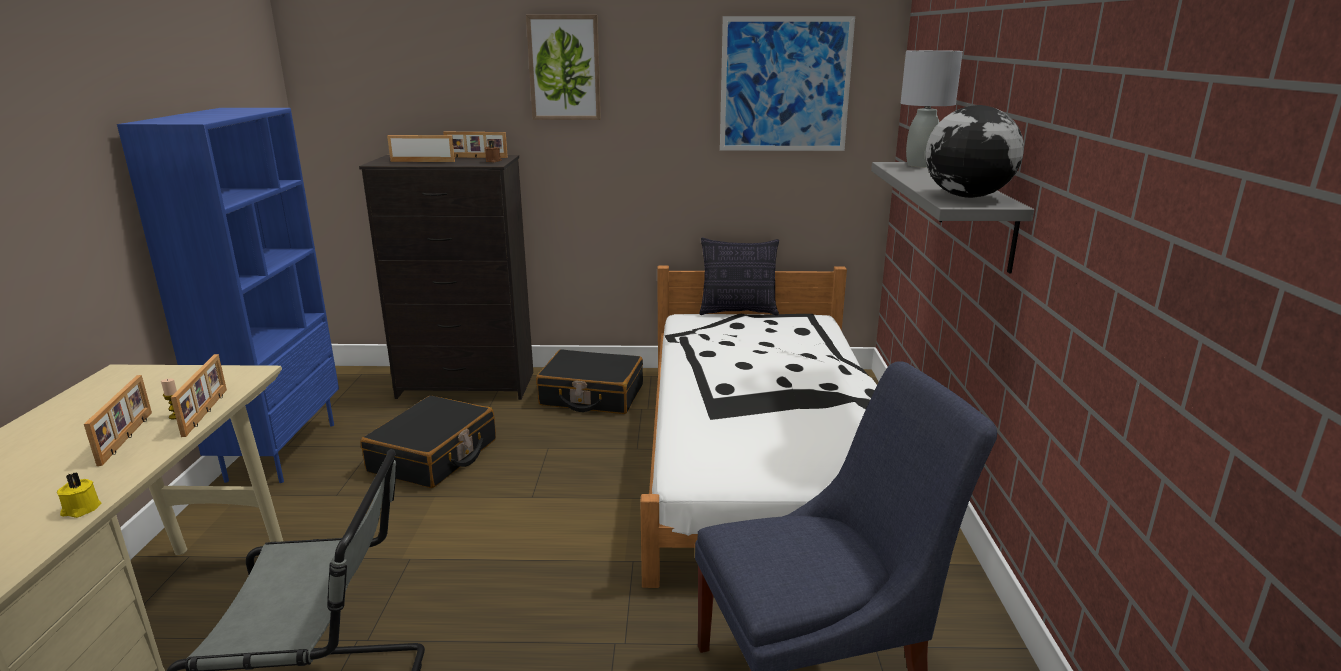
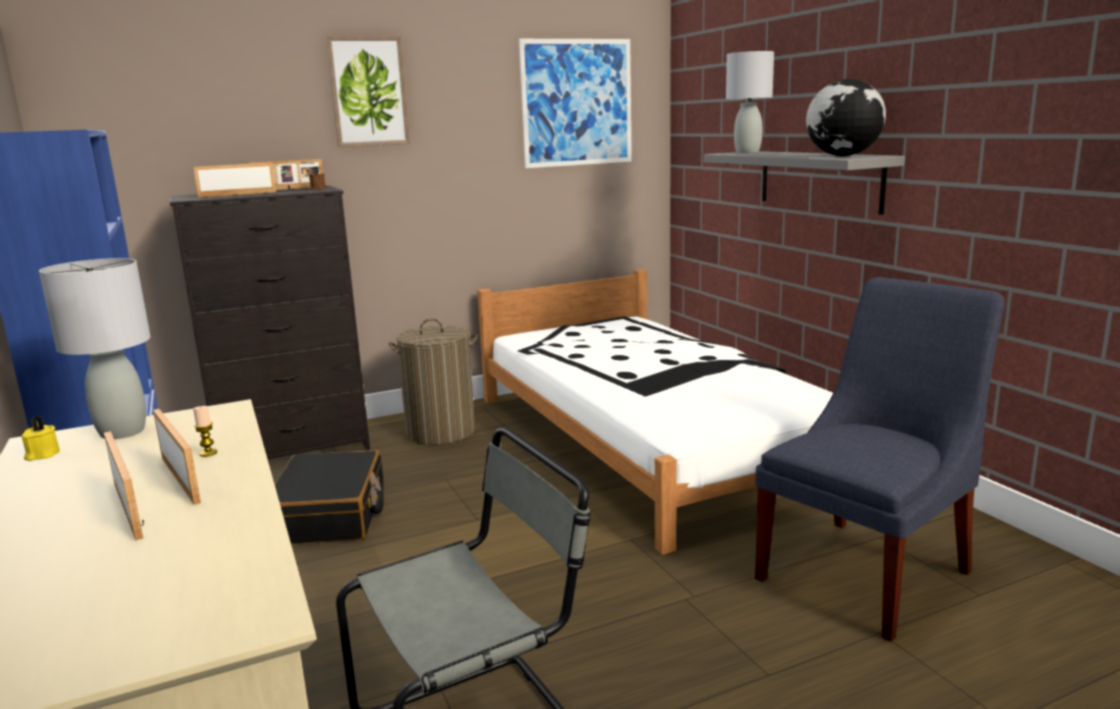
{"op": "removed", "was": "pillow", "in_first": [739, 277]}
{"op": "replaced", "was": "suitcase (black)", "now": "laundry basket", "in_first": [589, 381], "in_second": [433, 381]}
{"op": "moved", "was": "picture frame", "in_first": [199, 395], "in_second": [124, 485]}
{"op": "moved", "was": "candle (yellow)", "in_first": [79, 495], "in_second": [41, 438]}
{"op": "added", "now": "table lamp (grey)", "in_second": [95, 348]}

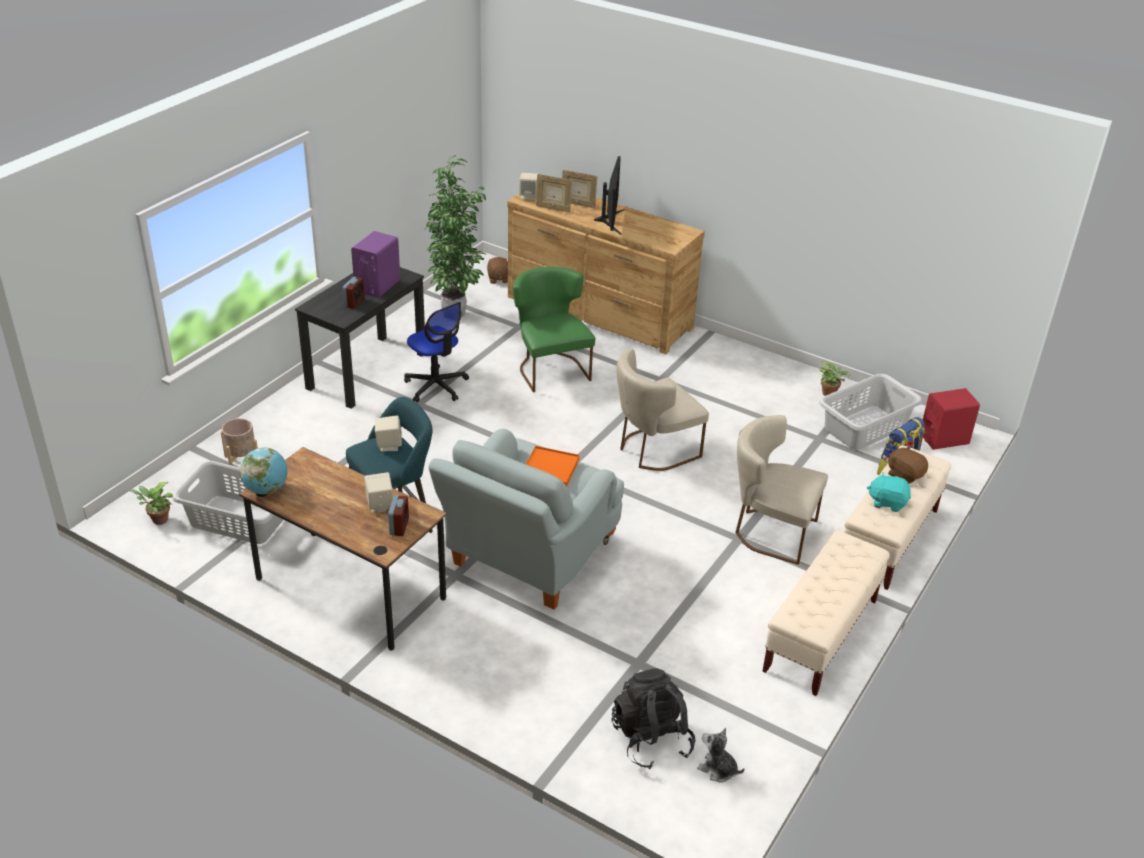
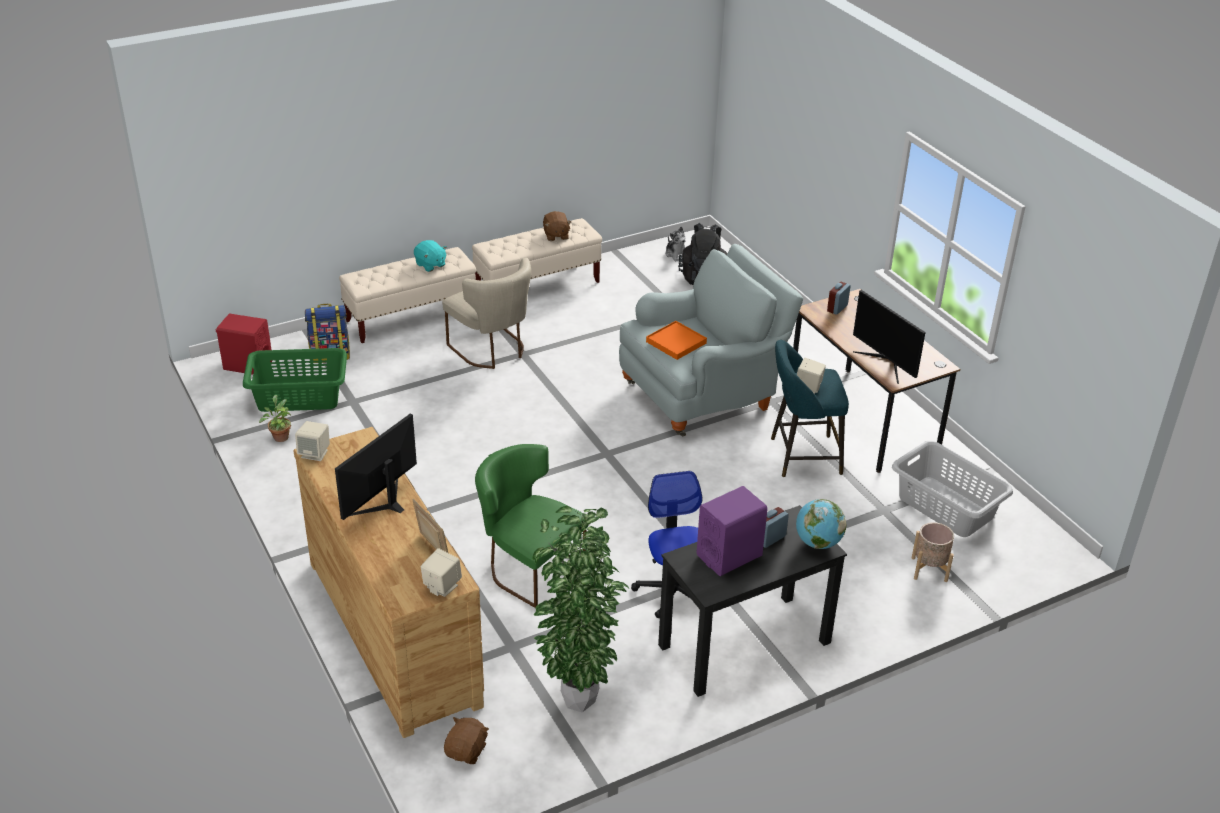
{"op": "removed", "was": "picture frame", "in_first": [579, 189]}
{"op": "turned", "was": "chair (green)", "in_first": [554, 329], "in_second": [531, 526], "clockwise": 120}
{"op": "removed", "was": "chair (beige)", "in_first": [662, 409]}
{"op": "recoloured", "was": "laundry basket (grey)", "now": "laundry basket (green)", "in_first": [870, 412], "in_second": [295, 380]}
{"op": "moved", "was": "plush toy (brown)", "in_first": [908, 465], "in_second": [557, 226]}
{"op": "moved", "was": "globe", "in_first": [263, 471], "in_second": [821, 524]}
{"op": "moved", "was": "speaker (beige)", "in_first": [378, 492], "in_second": [312, 441]}
{"op": "removed", "was": "potted plant", "in_first": [151, 503]}
{"op": "added", "now": "monitor", "in_second": [889, 337]}

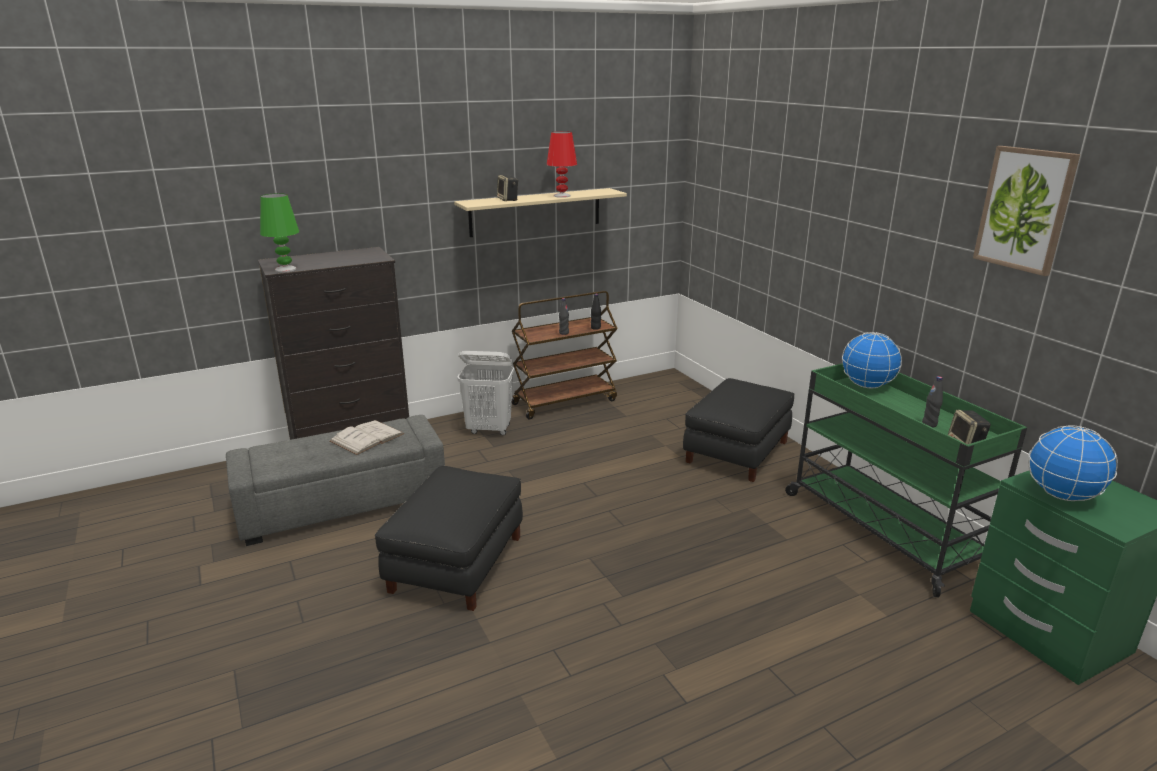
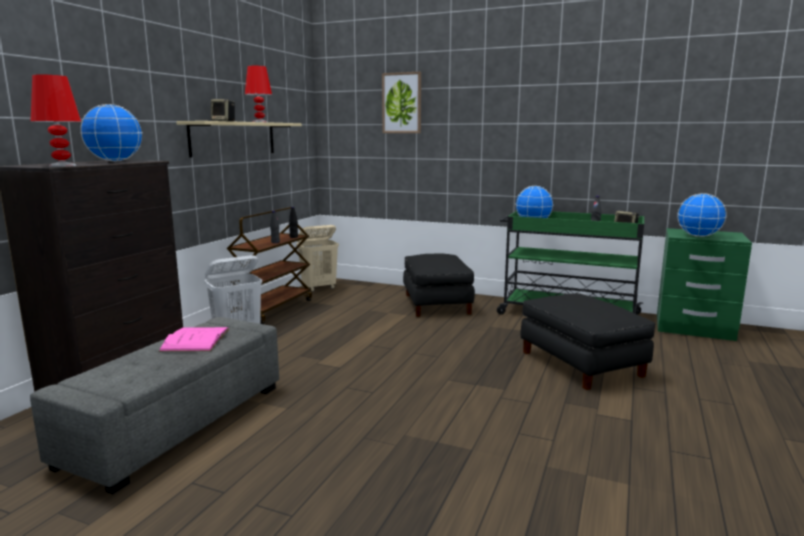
{"op": "moved", "was": "picture", "in_first": [1026, 211], "in_second": [401, 102]}
{"op": "recoloured", "was": "table lamp (green)", "now": "table lamp (red)", "in_first": [279, 232], "in_second": [56, 121]}
{"op": "recoloured", "was": "book (white)", "now": "book (pink)", "in_first": [367, 437], "in_second": [194, 339]}
{"op": "moved", "was": "ottoman (black)", "in_first": [449, 538], "in_second": [588, 341]}
{"op": "added", "now": "globe", "in_second": [111, 132]}
{"op": "added", "now": "laundry basket (beige)", "in_second": [317, 258]}

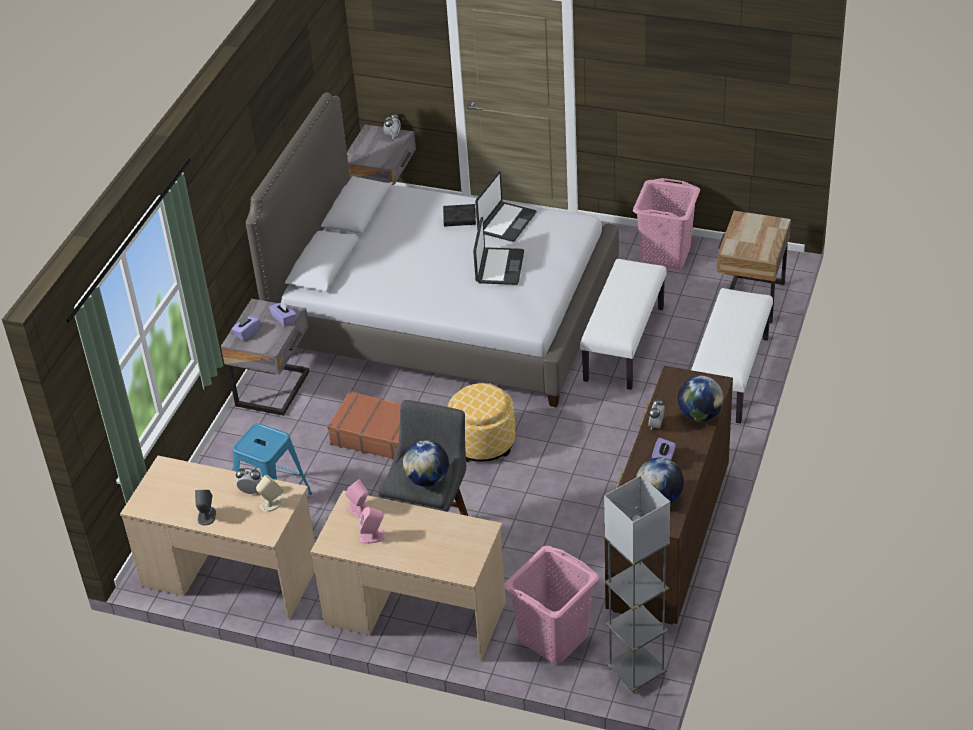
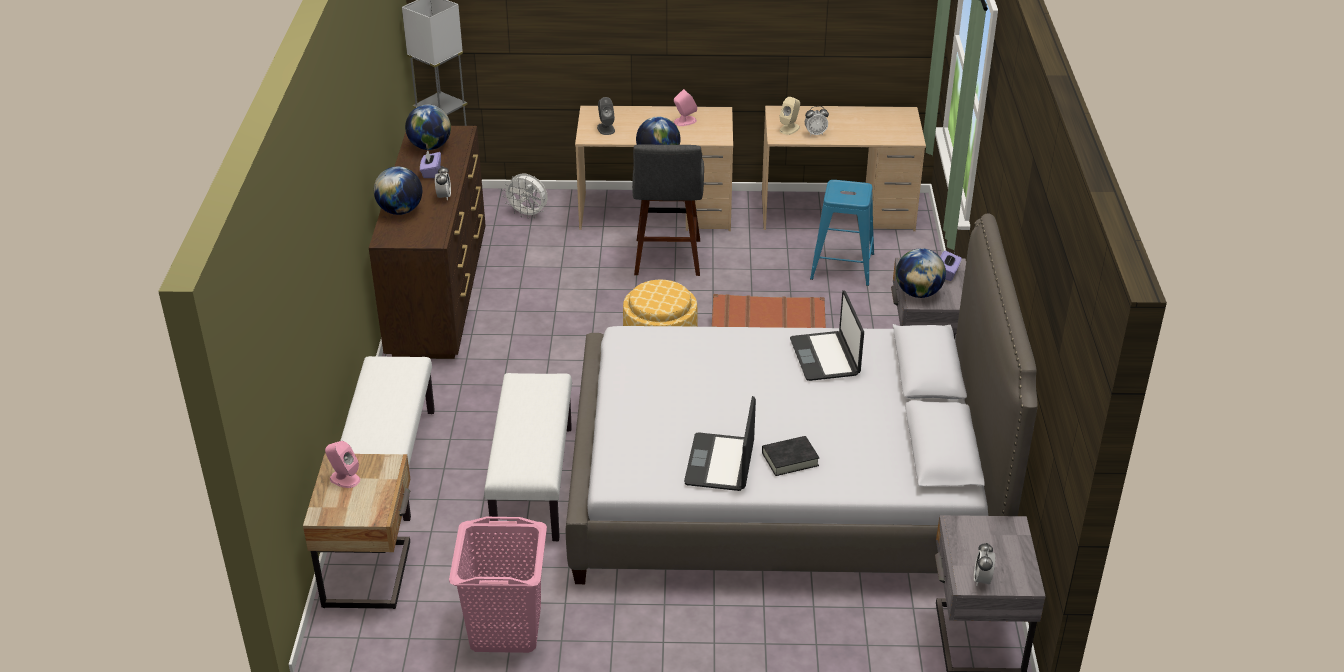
{"op": "moved", "was": "laptop", "in_first": [498, 251], "in_second": [827, 335]}
{"op": "replaced", "was": "tissue box (purple)", "now": "globe", "in_first": [283, 313], "in_second": [921, 273]}
{"op": "moved", "was": "speaker (pink)", "in_first": [358, 498], "in_second": [342, 464]}
{"op": "moved", "was": "speaker (grey)", "in_first": [205, 507], "in_second": [606, 116]}
{"op": "replaced", "was": "laundry basket (pink)", "now": "fan (white)", "in_first": [551, 605], "in_second": [525, 196]}

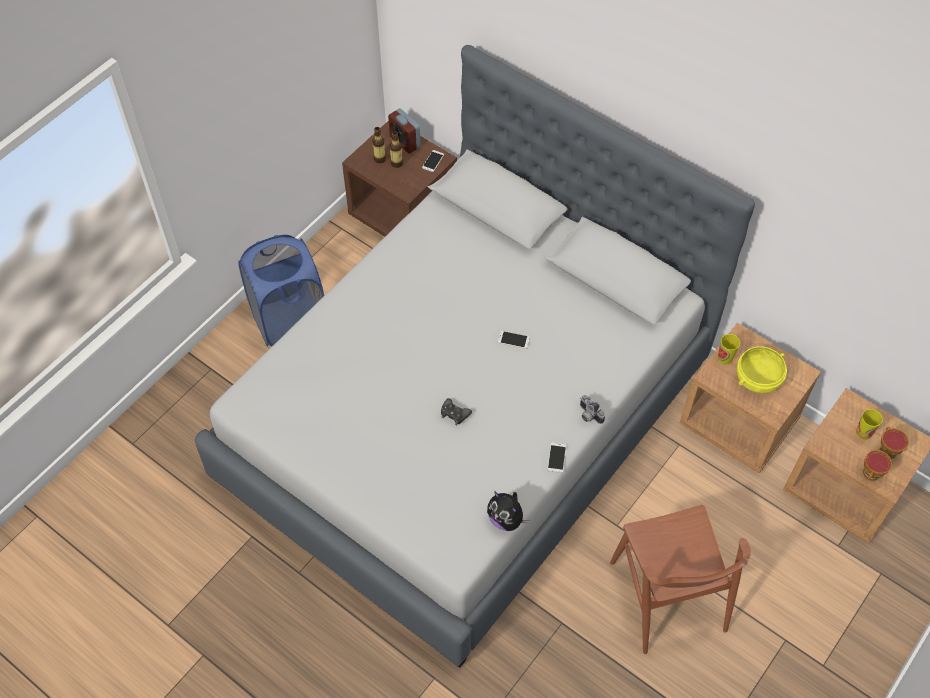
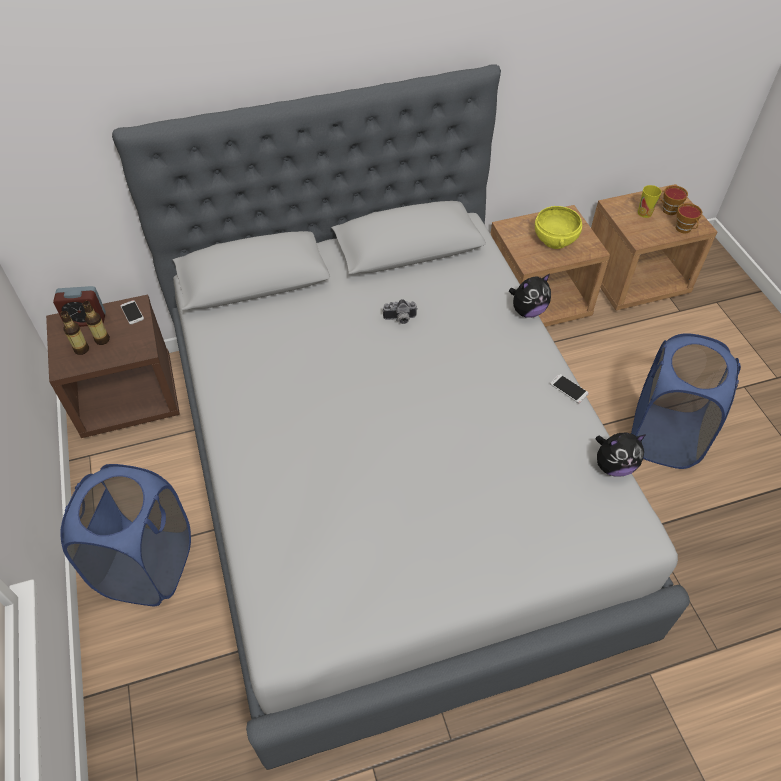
{"op": "removed", "was": "phone", "in_first": [514, 340]}
{"op": "removed", "was": "cup", "in_first": [729, 349]}
{"op": "moved", "was": "photo camera", "in_first": [592, 409], "in_second": [400, 311]}
{"op": "removed", "was": "game controller (black)", "in_first": [456, 411]}
{"op": "replaced", "was": "chair (brown)", "now": "laundry basket (blue)", "in_first": [680, 579], "in_second": [686, 401]}
{"op": "added", "now": "plush toy", "in_second": [530, 296]}

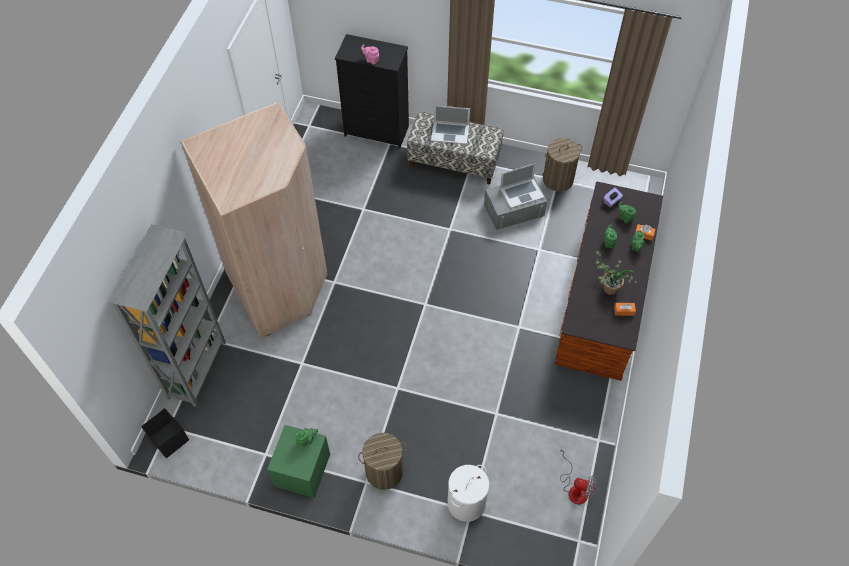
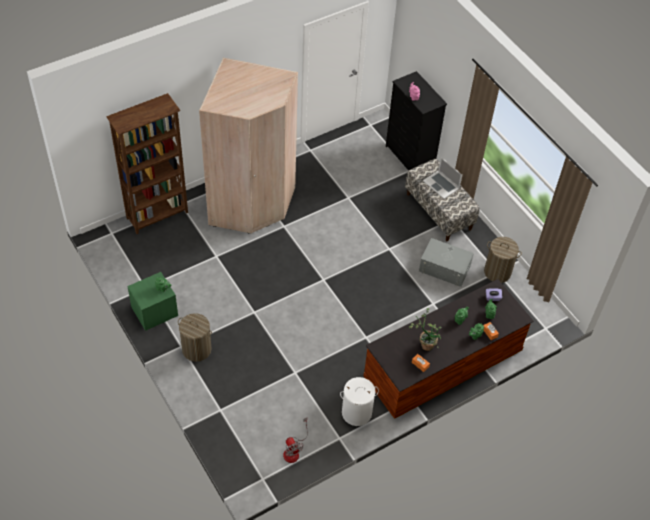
{"op": "removed", "was": "laptop", "in_first": [522, 185]}
{"op": "recoloured", "was": "bookcase (grey)", "now": "bookcase (brown)", "in_first": [167, 315], "in_second": [147, 163]}
{"op": "removed", "was": "storage box (black)", "in_first": [165, 433]}
{"op": "moved", "was": "laundry basket (white)", "in_first": [468, 493], "in_second": [359, 401]}

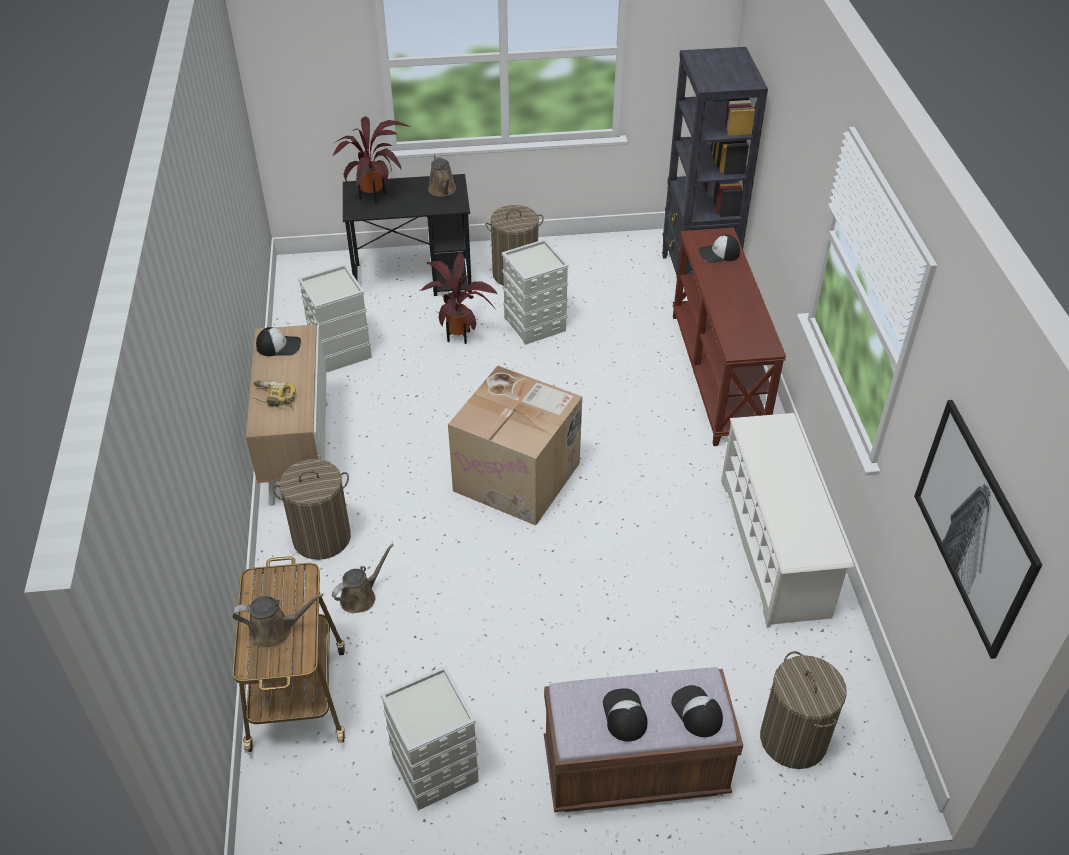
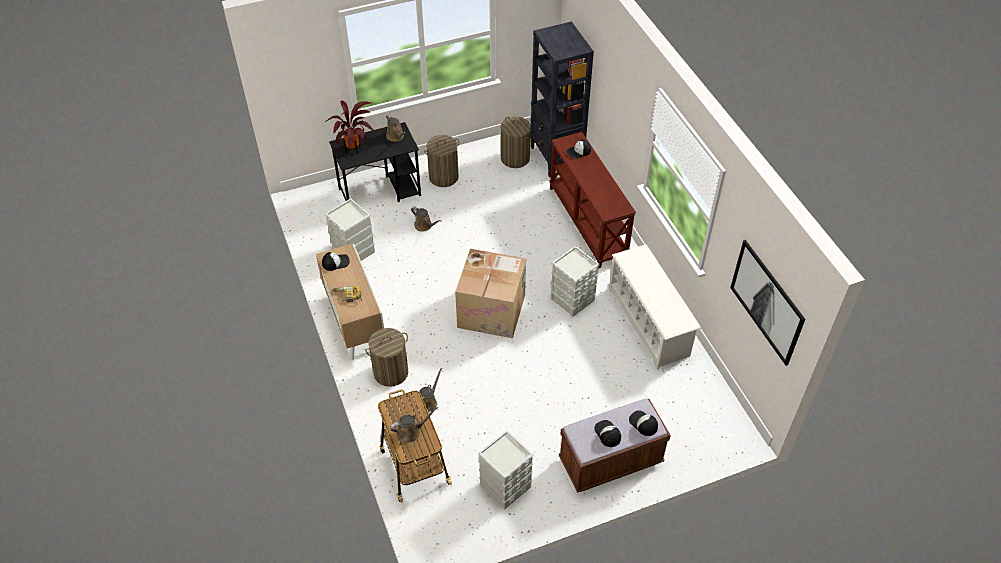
{"op": "moved", "was": "storage box (grey)", "in_first": [535, 292], "in_second": [575, 281]}
{"op": "replaced", "was": "potted plant", "now": "watering can (brown)", "in_first": [459, 298], "in_second": [426, 219]}
{"op": "moved", "was": "laundry basket", "in_first": [803, 710], "in_second": [516, 142]}

